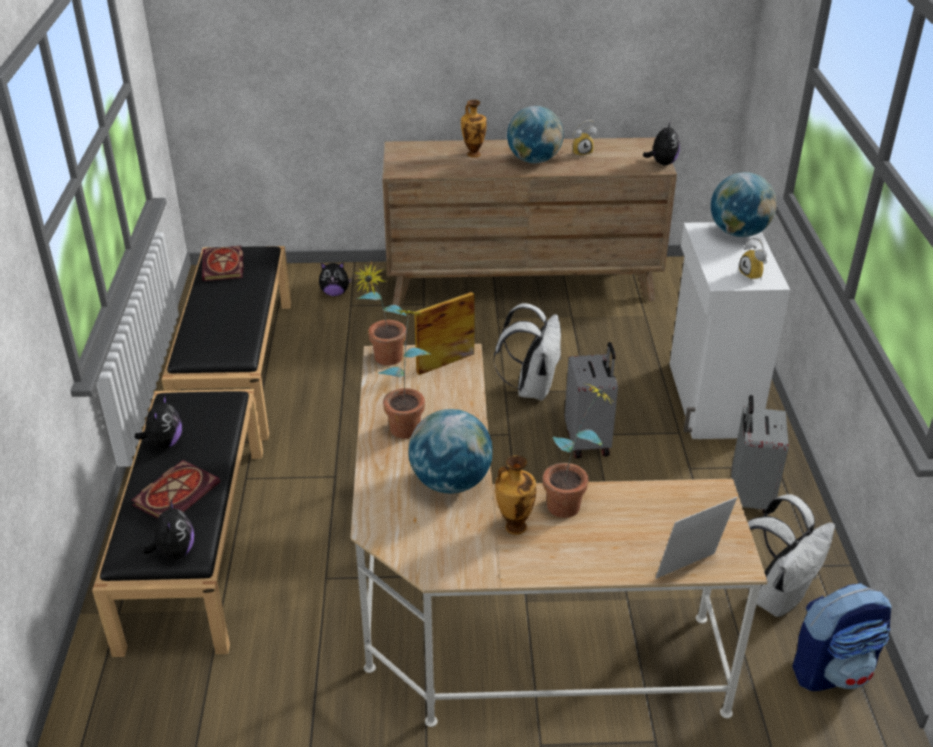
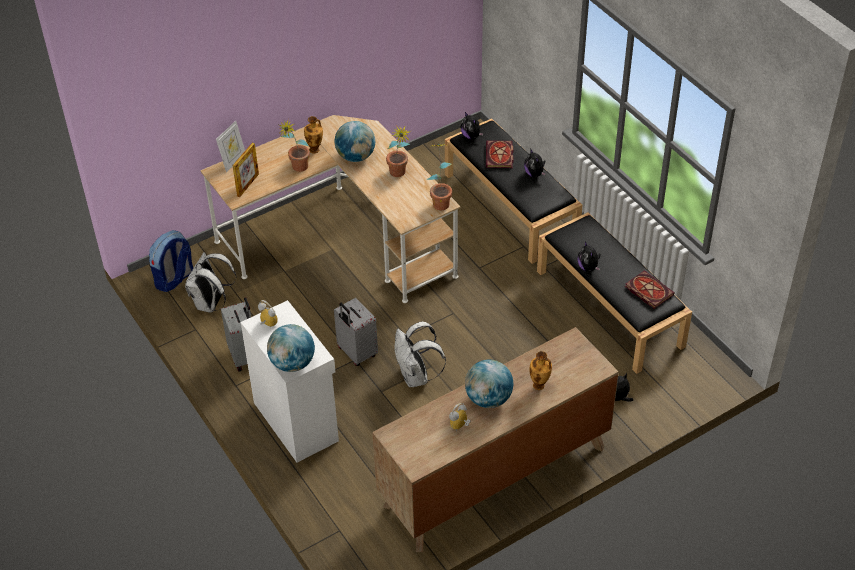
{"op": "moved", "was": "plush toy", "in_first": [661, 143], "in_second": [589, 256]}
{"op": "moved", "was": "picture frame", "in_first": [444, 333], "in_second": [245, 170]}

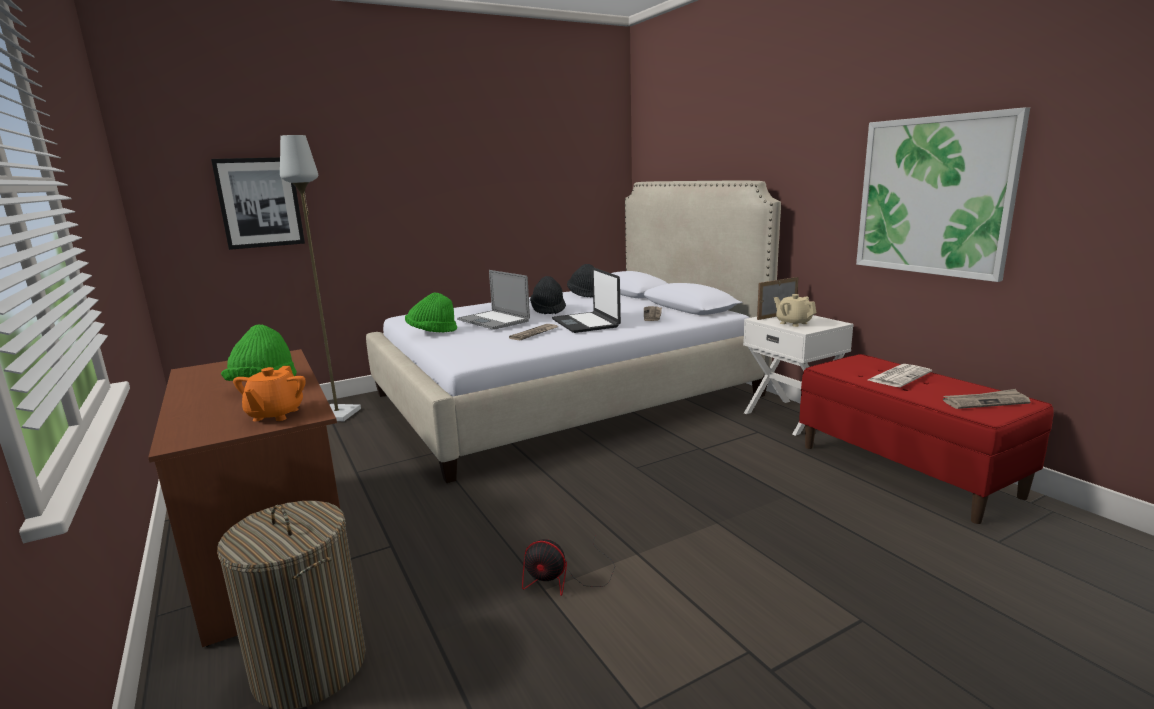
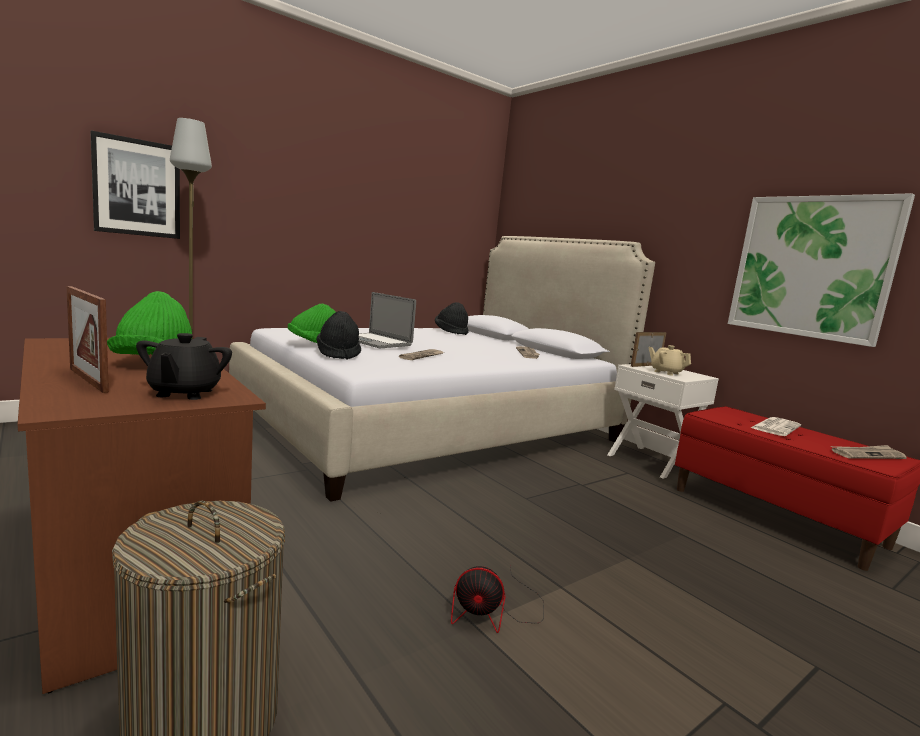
{"op": "removed", "was": "laptop", "in_first": [586, 300]}
{"op": "moved", "was": "hat (black)", "in_first": [548, 295], "in_second": [338, 335]}
{"op": "recoloured", "was": "teapot (orange)", "now": "teapot (black)", "in_first": [269, 393], "in_second": [184, 366]}
{"op": "added", "now": "picture frame", "in_second": [87, 339]}

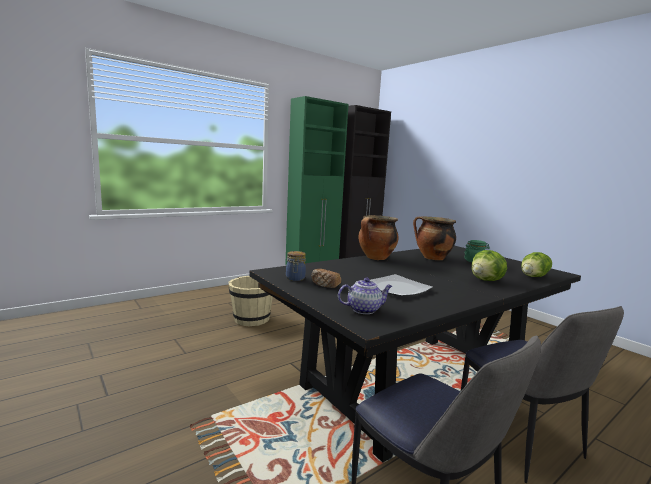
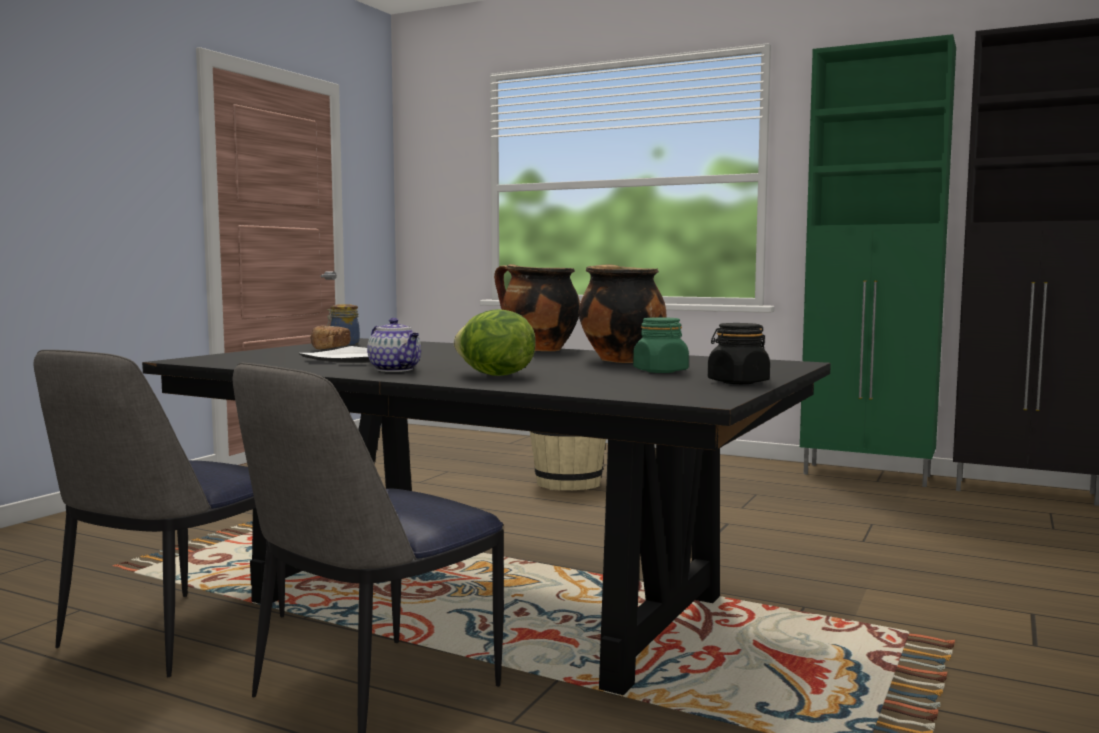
{"op": "removed", "was": "lettuce", "in_first": [536, 264]}
{"op": "moved", "was": "teapot", "in_first": [365, 296], "in_second": [394, 345]}
{"op": "added", "now": "jar (black)", "in_second": [739, 353]}

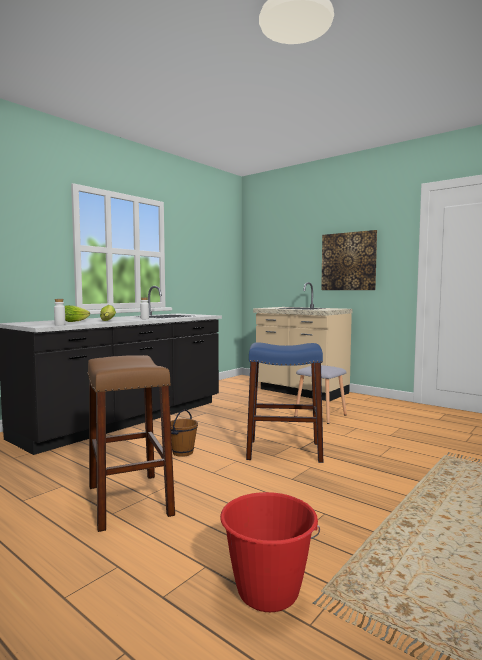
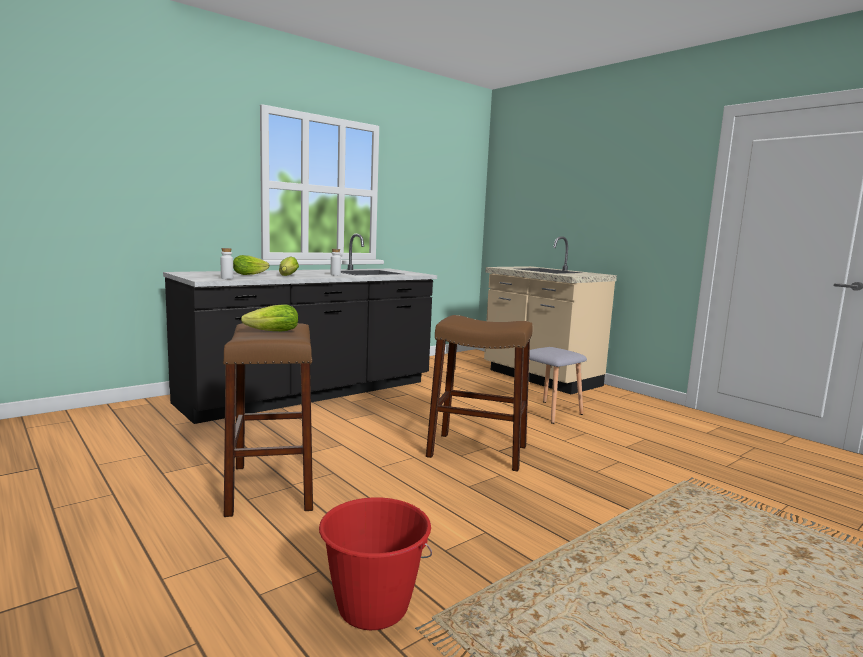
{"op": "removed", "was": "picture", "in_first": [349, 260]}
{"op": "recoloured", "was": "stool (blue)", "now": "stool (brown)", "in_first": [284, 402], "in_second": [479, 393]}
{"op": "removed", "was": "bucket (brown)", "in_first": [184, 433]}
{"op": "added", "now": "lettuce", "in_second": [269, 317]}

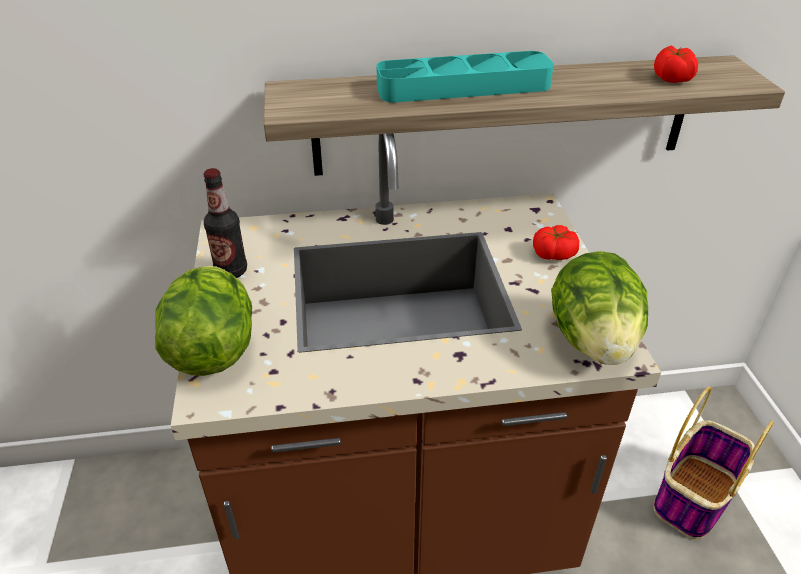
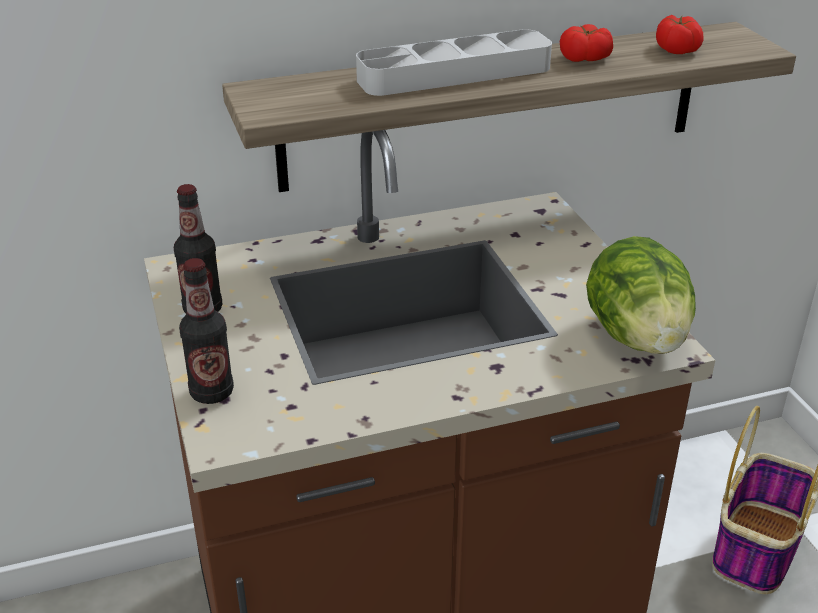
{"op": "recoloured", "was": "tray (turquoise)", "now": "tray (grey)", "in_first": [465, 76], "in_second": [454, 62]}
{"op": "moved", "was": "tomato", "in_first": [556, 242], "in_second": [586, 43]}
{"op": "replaced", "was": "lettuce", "now": "bottle", "in_first": [203, 321], "in_second": [206, 331]}

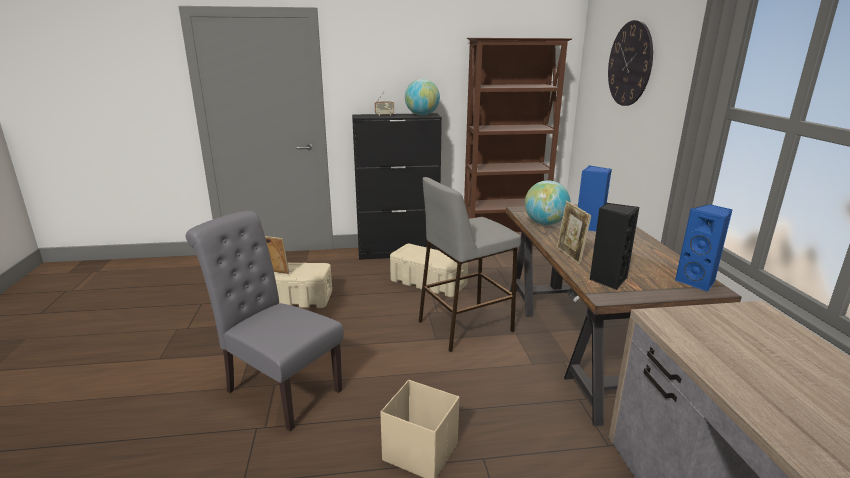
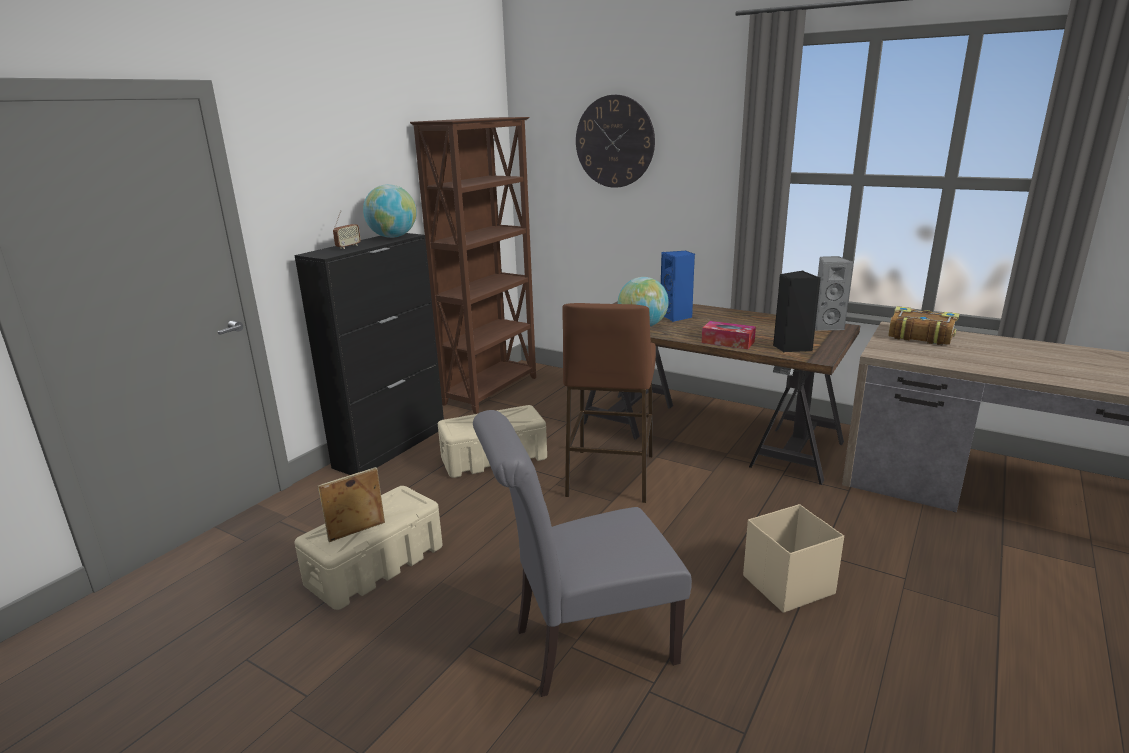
{"op": "recoloured", "was": "stool (grey)", "now": "stool (brown)", "in_first": [470, 264], "in_second": [609, 403]}
{"op": "replaced", "was": "picture frame", "now": "tissue box", "in_first": [574, 233], "in_second": [729, 335]}
{"op": "recoloured", "was": "speaker (blue)", "now": "speaker (grey)", "in_first": [704, 248], "in_second": [834, 293]}
{"op": "added", "now": "book", "in_second": [923, 326]}

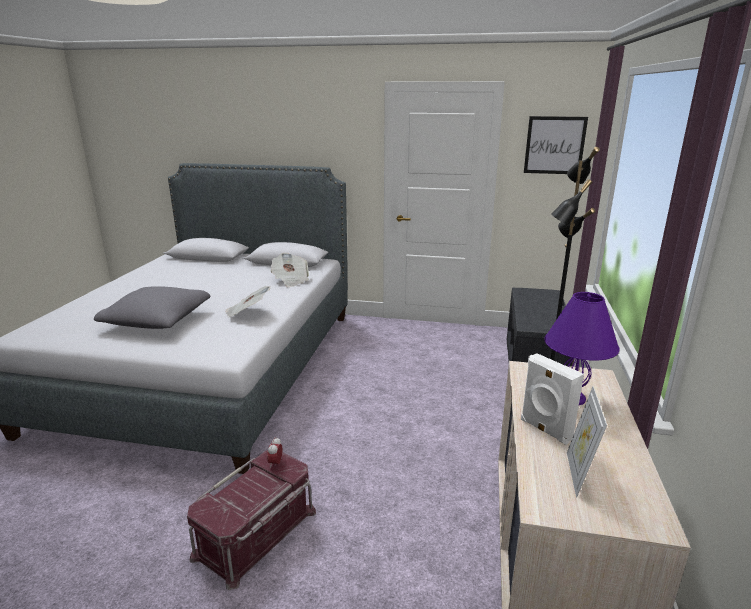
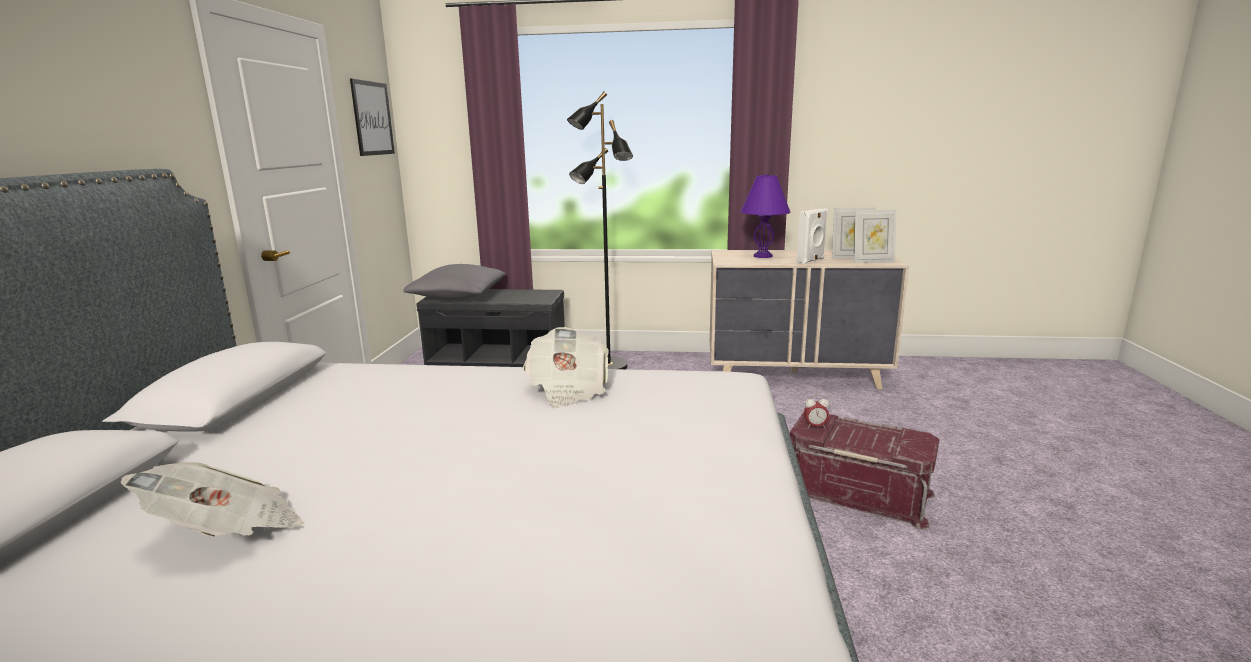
{"op": "moved", "was": "newspaper", "in_first": [290, 270], "in_second": [213, 499]}
{"op": "moved", "was": "pillow (grey)", "in_first": [152, 307], "in_second": [454, 281]}
{"op": "added", "now": "picture frame", "in_second": [875, 236]}

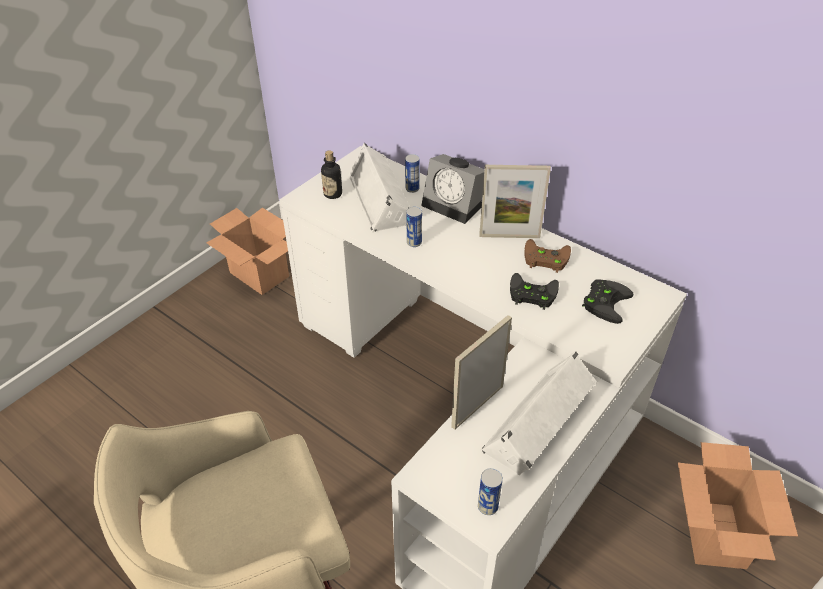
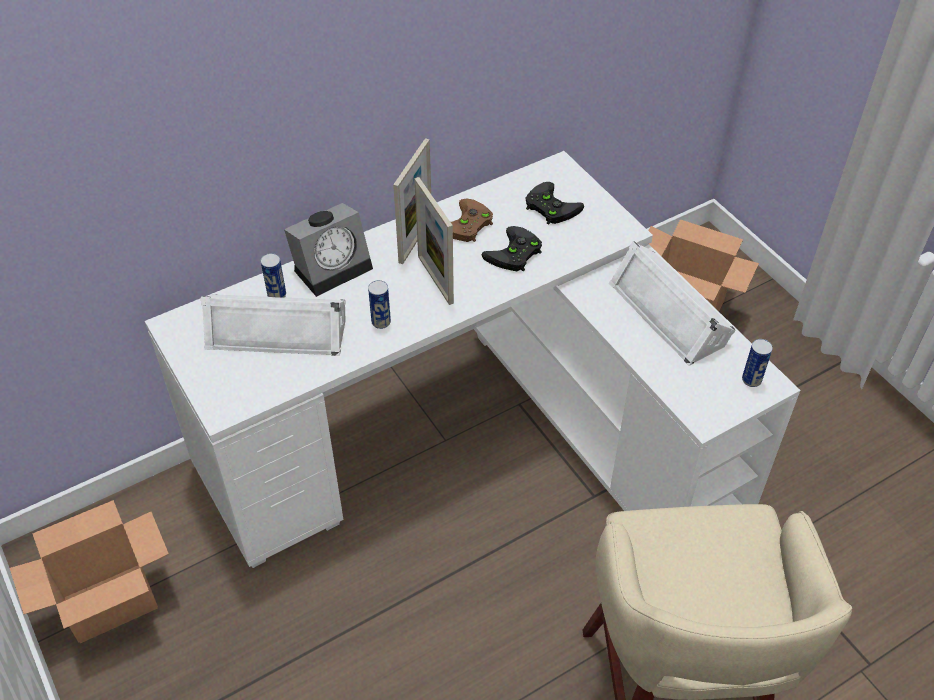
{"op": "removed", "was": "bottle", "in_first": [331, 174]}
{"op": "moved", "was": "picture frame", "in_first": [481, 372], "in_second": [434, 241]}

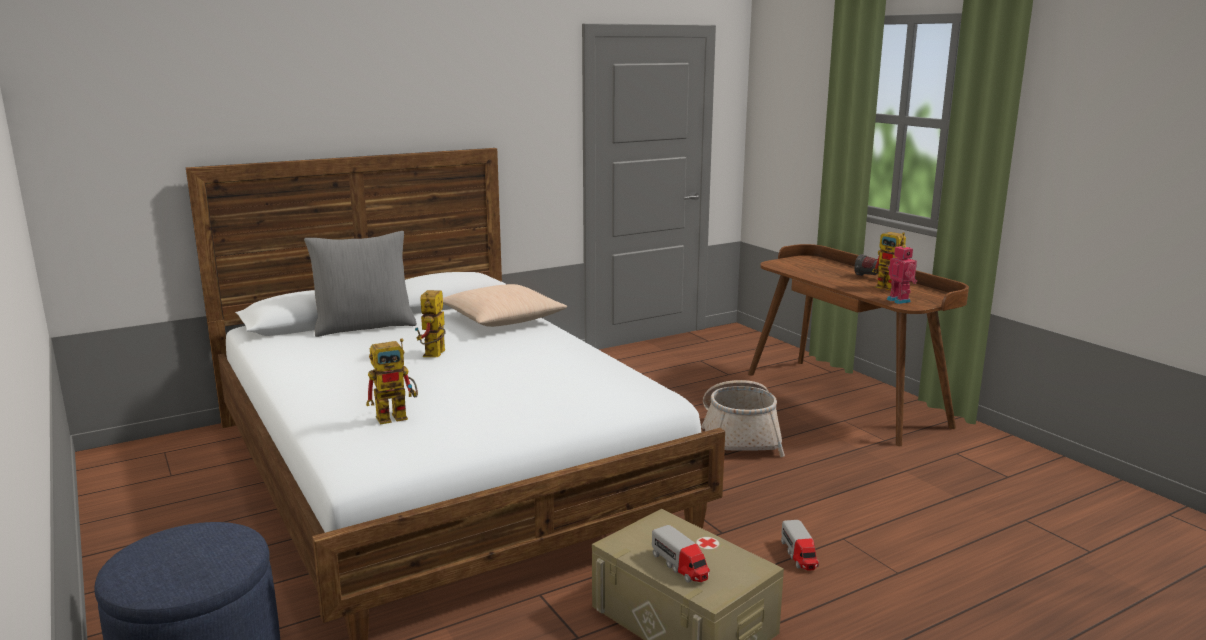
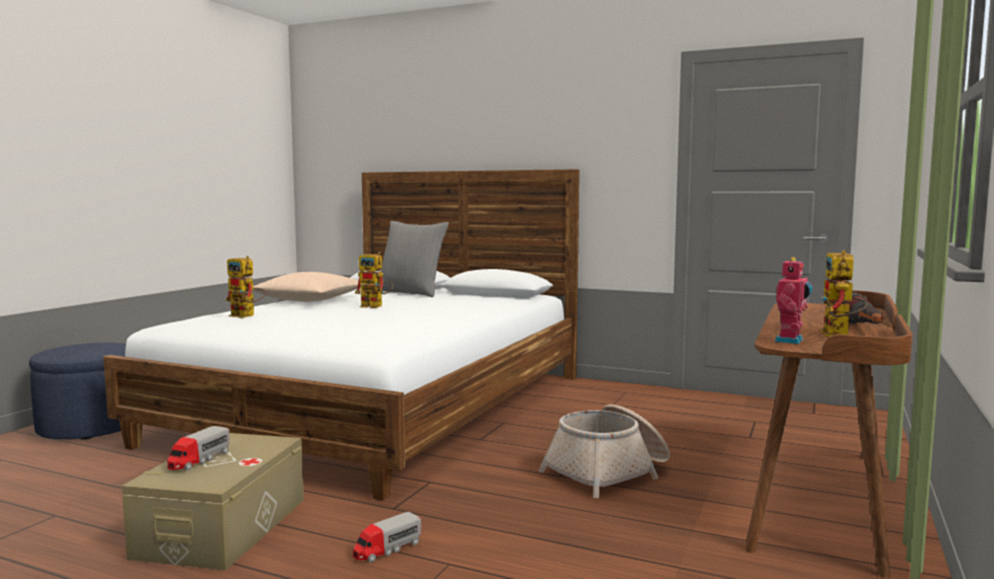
{"op": "moved", "was": "pillow (beige)", "in_first": [505, 305], "in_second": [309, 287]}
{"op": "turned", "was": "toy robot", "in_first": [430, 323], "in_second": [374, 280], "clockwise": -135}

